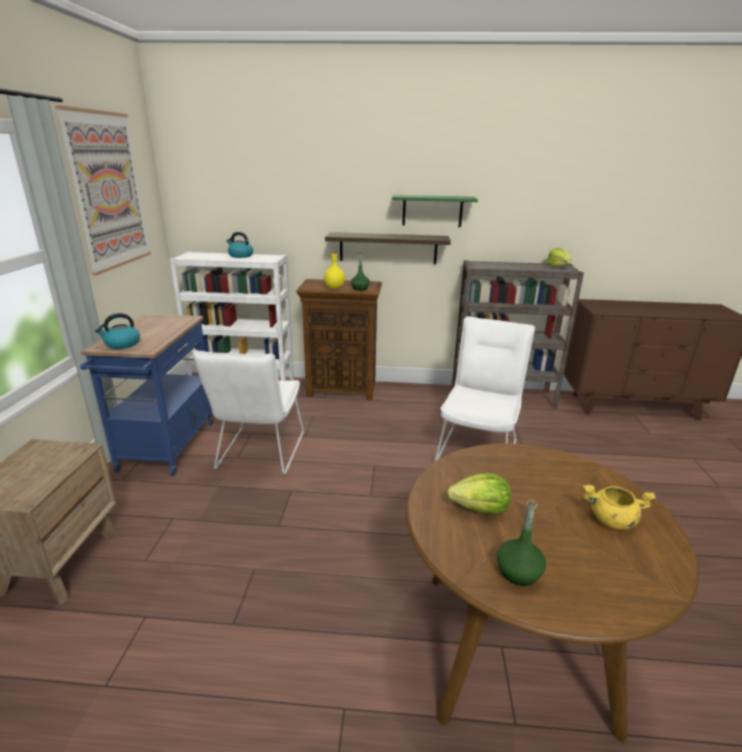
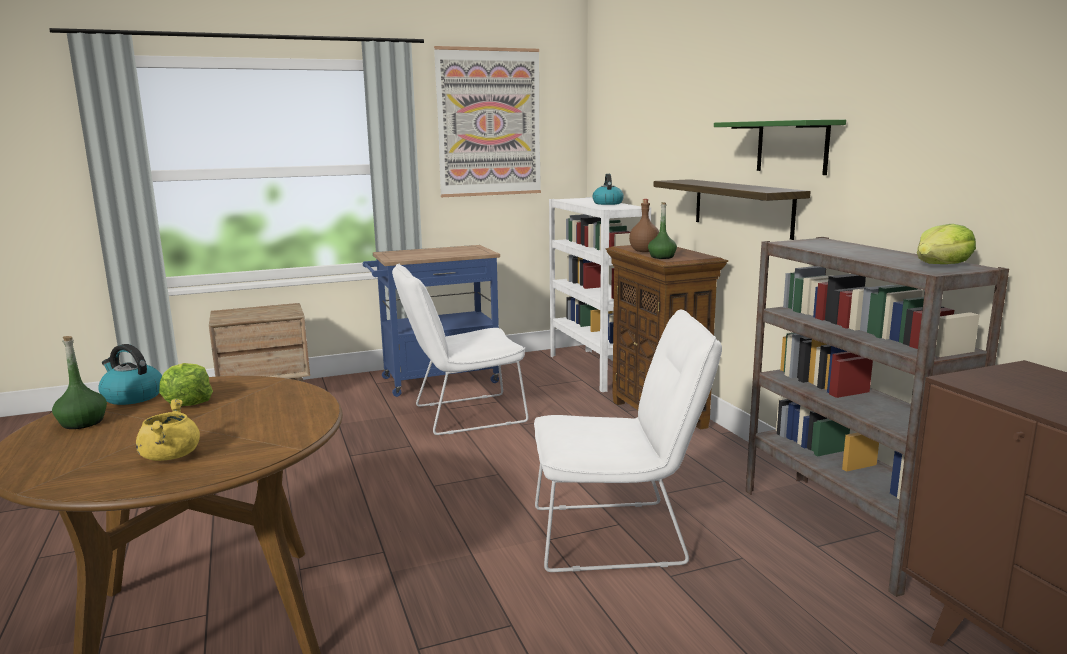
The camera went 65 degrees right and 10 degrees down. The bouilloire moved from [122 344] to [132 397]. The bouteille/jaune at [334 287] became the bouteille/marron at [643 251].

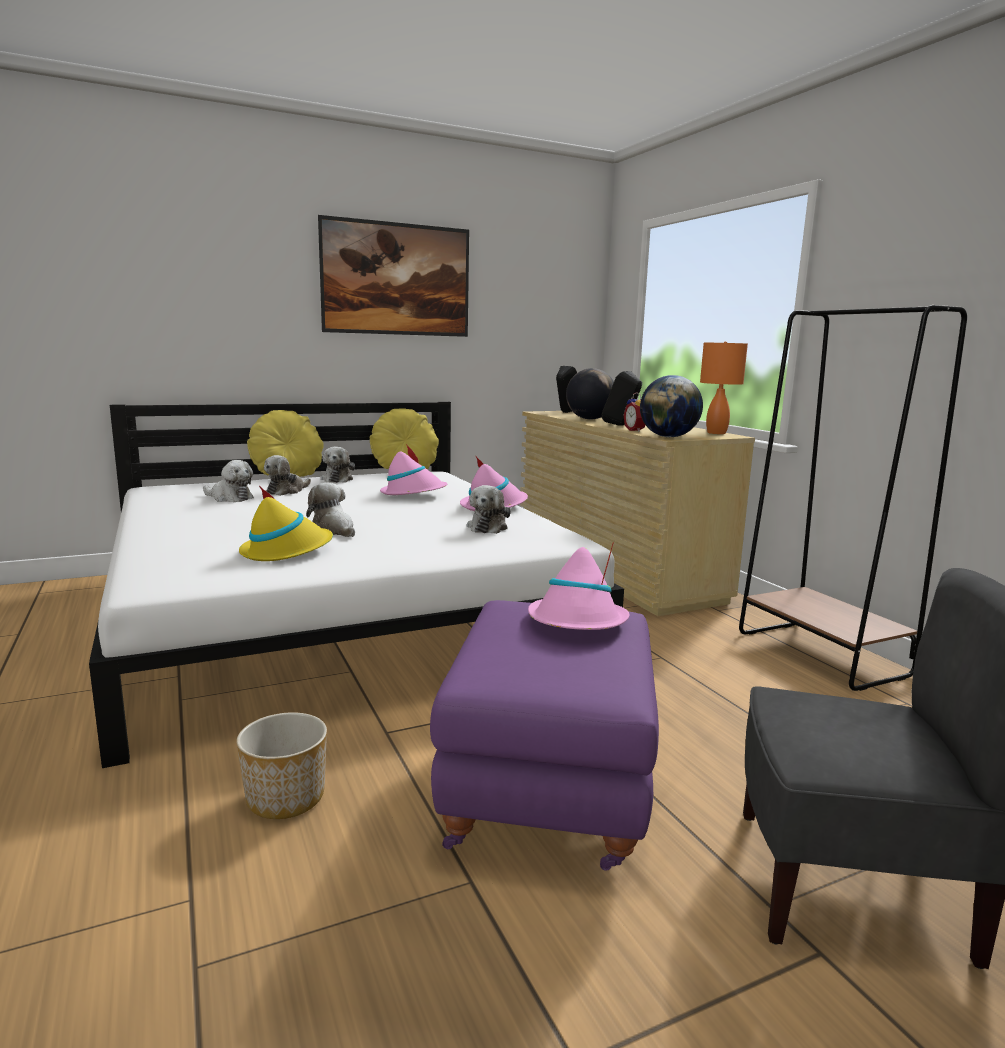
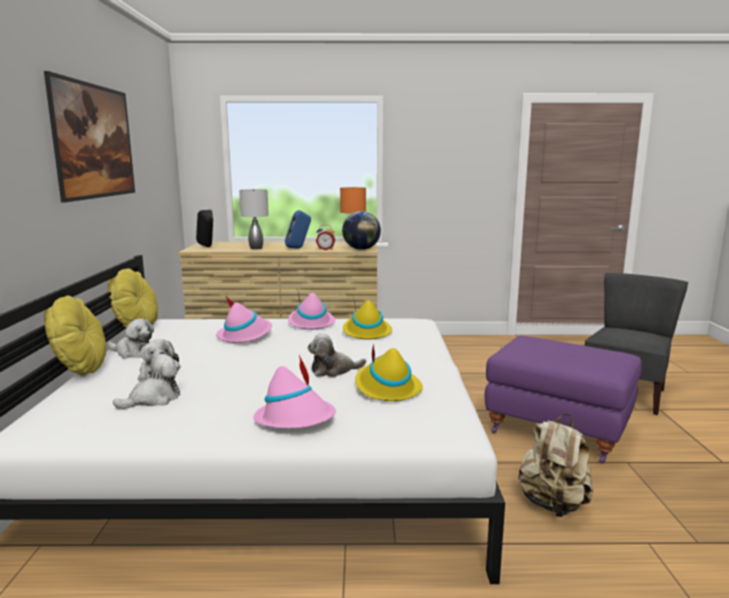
The camera went 65 degrees left and 0 degrees up. The cache-pot at [286 798] was replaced by the sac à dos/beige at [553 504]. The peluche at [488 527] was replaced by the chapeau/jaune at [366 332]. The chapeau/rose moved from [577 623] to [296 419]. The globe at [589 419] was replaced by the lampe de table/gris at [255 248]. The enceinte/noir at [621 425] became the enceinte/bleu at [298 248]. The portant at [821 655] disappeared.

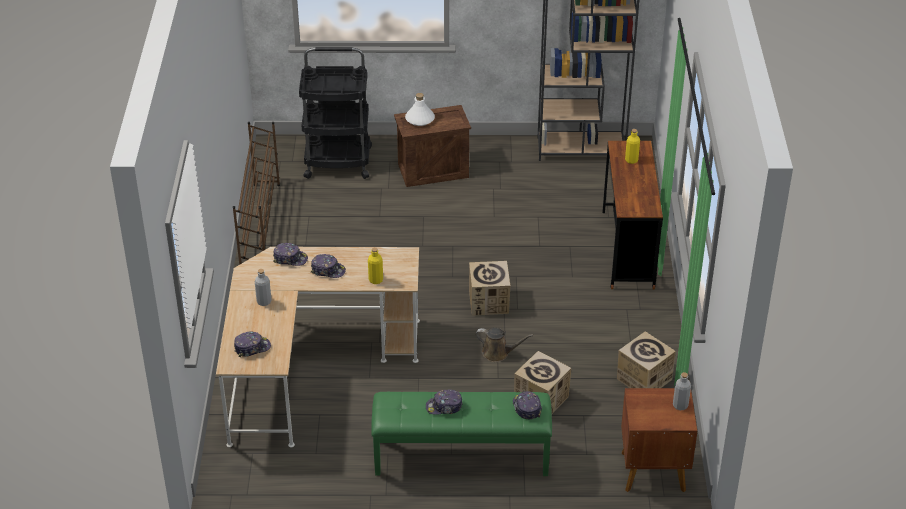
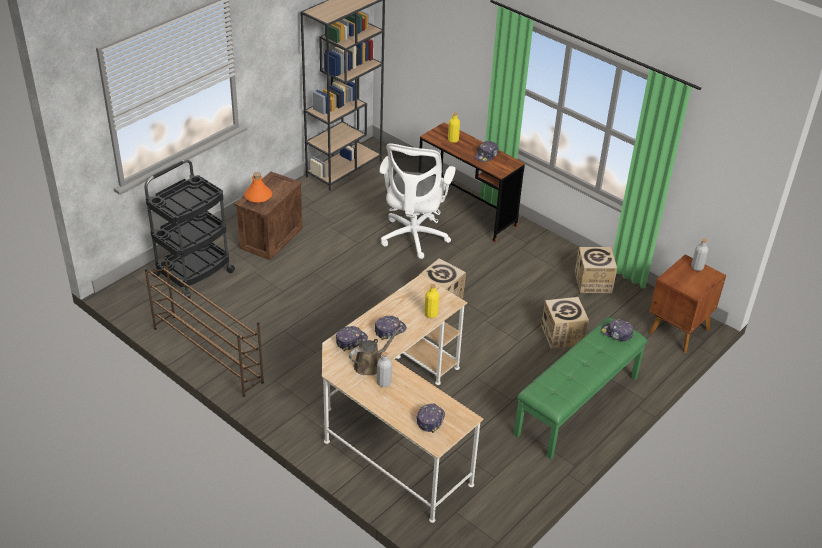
The camera went 50 degrees left and 0 degrees up. The bouteille/blanc at [420 119] became the bouteille/orange at [258 196]. The casquette moved from [444 407] to [486 155]. The arrosoir/marron moved from [498 353] to [370 364]. The chaise de bureau/blanc at [414 233] appeared.

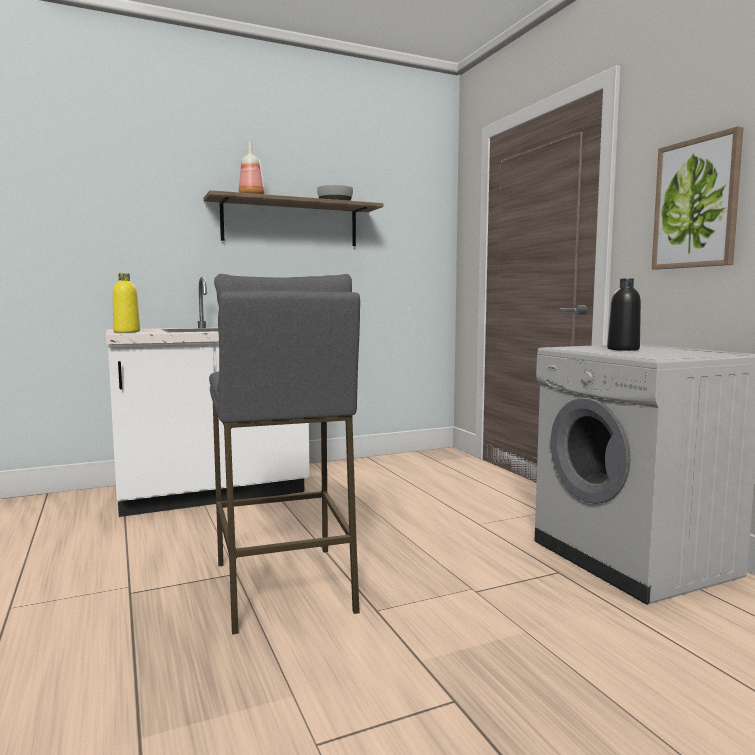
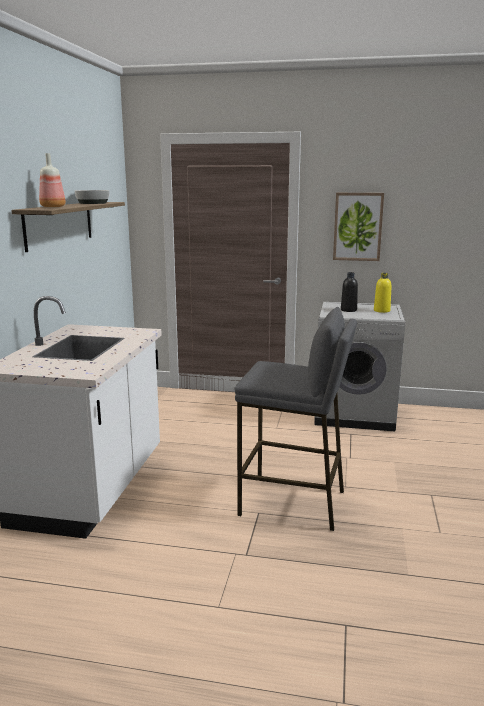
The camera went 55 degrees left and 10 degrees up. The bouteille/jaune moved from [127 331] to [381 311].

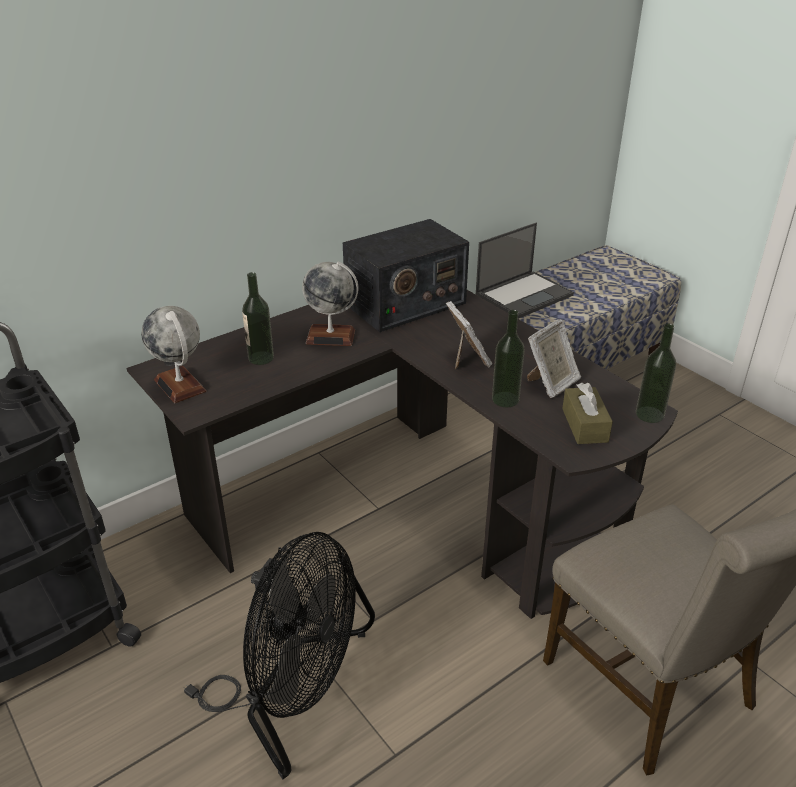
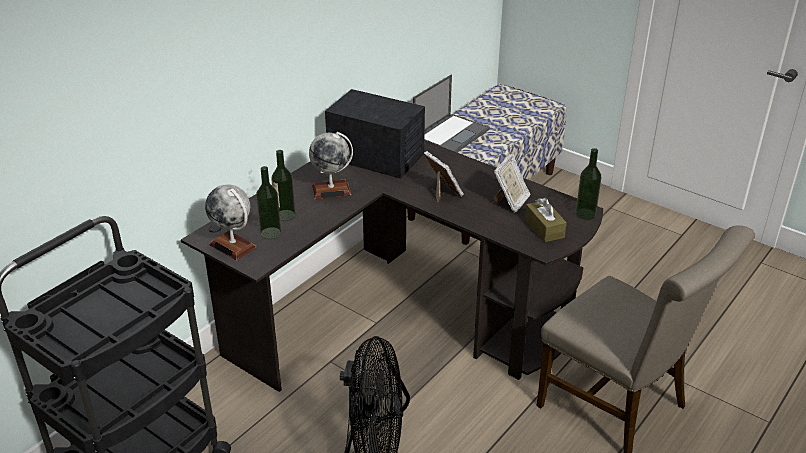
The camera went 15 degrees left and 0 degrees up. The radio at [405 304] turned 105 degrees counterclockwise. The bouteille moved from [505 399] to [270 233].

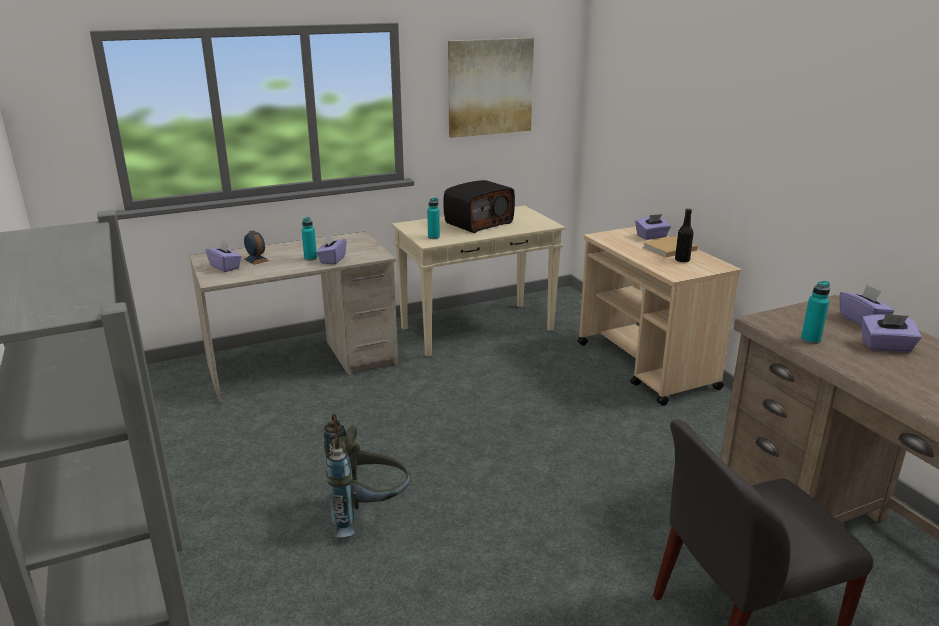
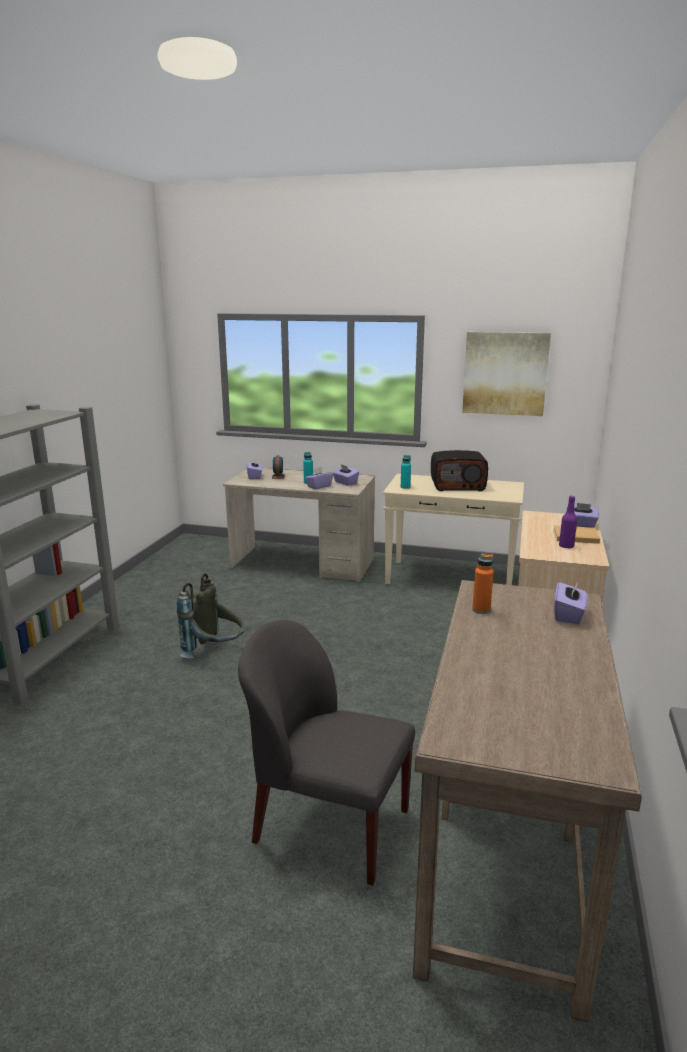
The camera went 40 degrees right and 5 degrees down. The bouteille/noir at [682 260] became the bouteille/violet at [566 546]. The bouteille/turquoise at [810 340] became the bouteille/orange at [481 610]. The boîte à mouchoirs/violet moved from [886 347] to [345 483].

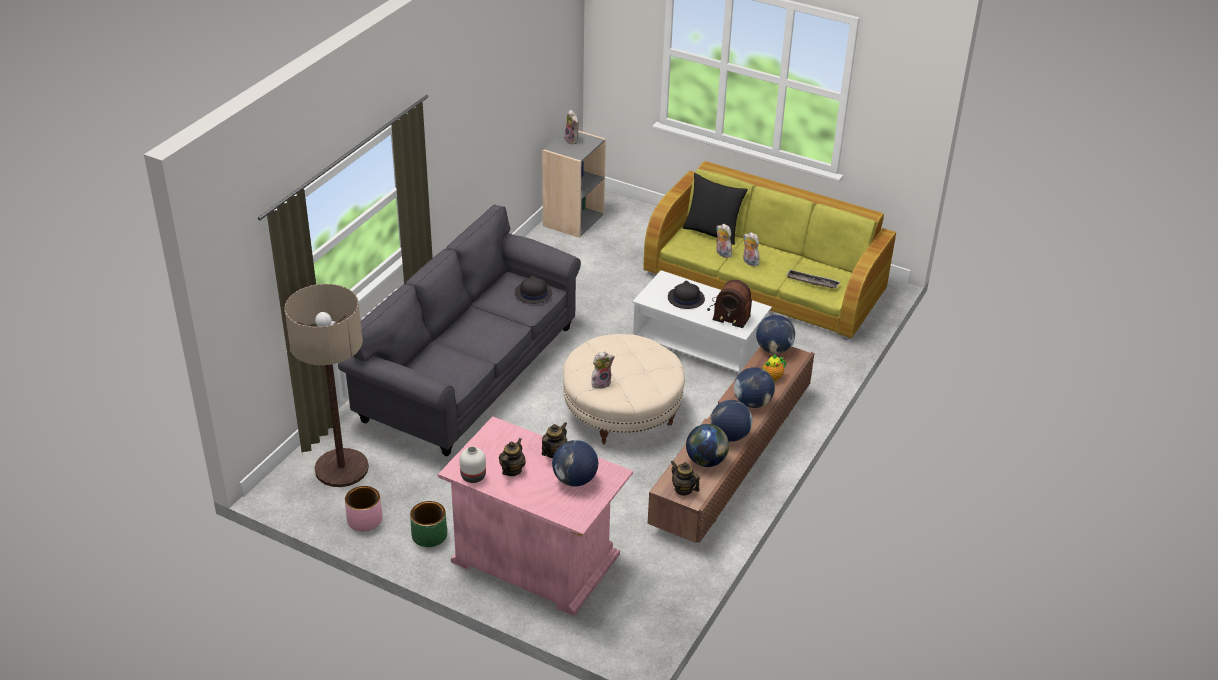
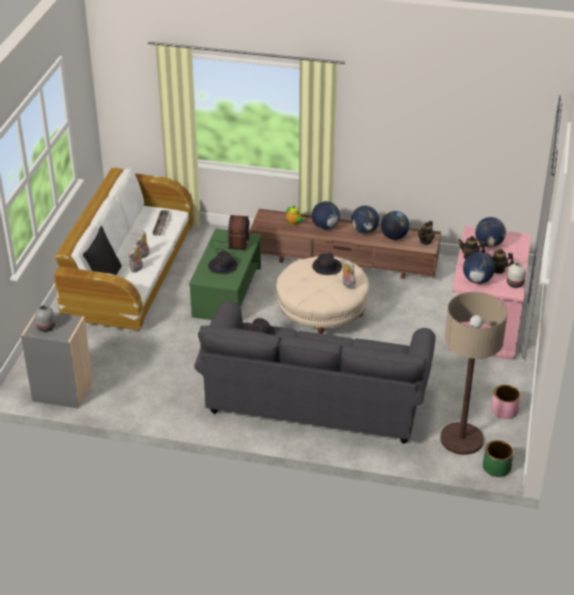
The camera went 105 degrees left and 0 degrees up. The cache-pot/vert moved from [429 535] to [496 467]. The peluche at [572 140] was replaced by the vase/gris at [46 328]. The table basse/blanc at [699 347] became the table basse/vert at [227 292]. The canapé/vert at [765 283] became the canapé/blanc at [130 272]. The globe moved from [774 349] to [477 280]. The chapeau/noir at [326 266] appeared.

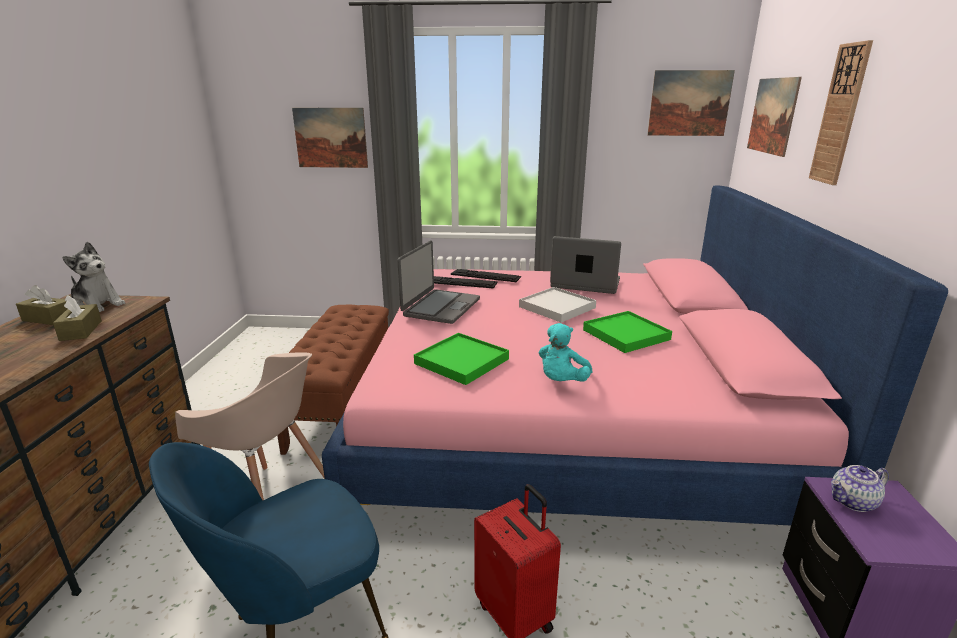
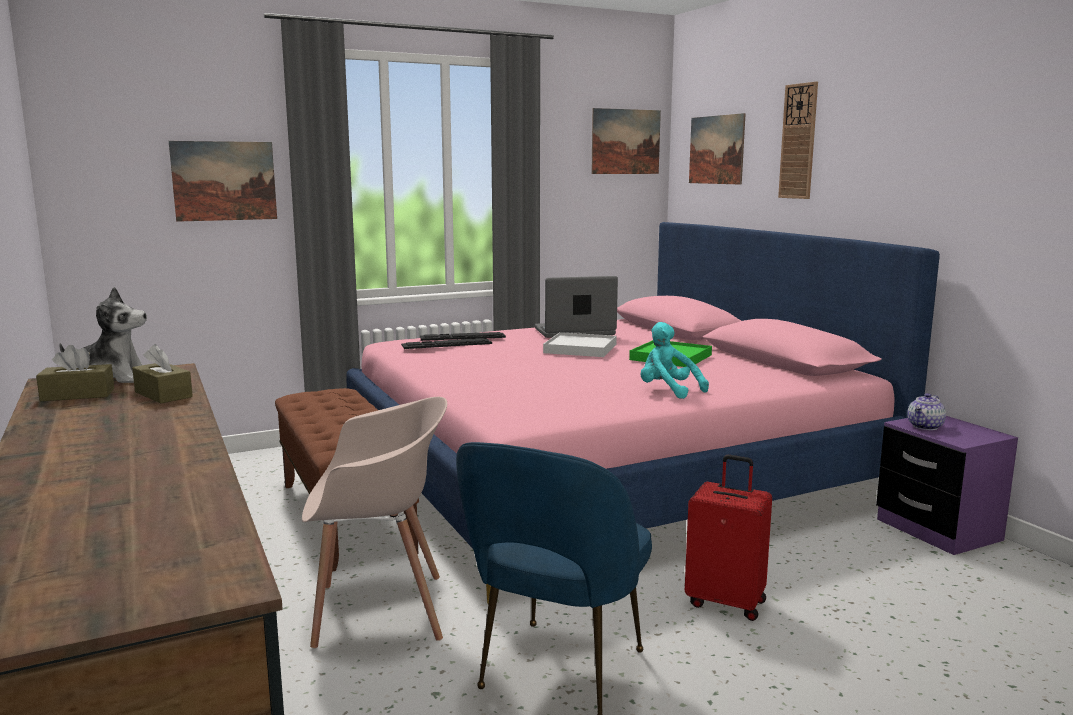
The camera went 30 degrees left and 10 degrees down. The ordinateur portable at [440 307] disappeared. The plateau/vert at [461 361] disappeared. The peluche/turquoise at [561 382] turned 135 degrees clockwise.

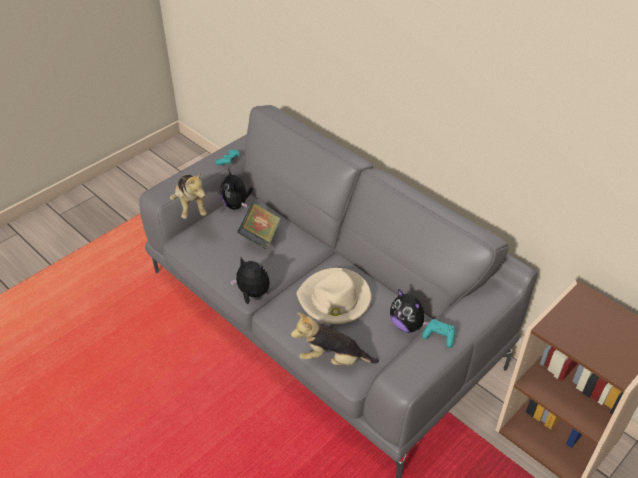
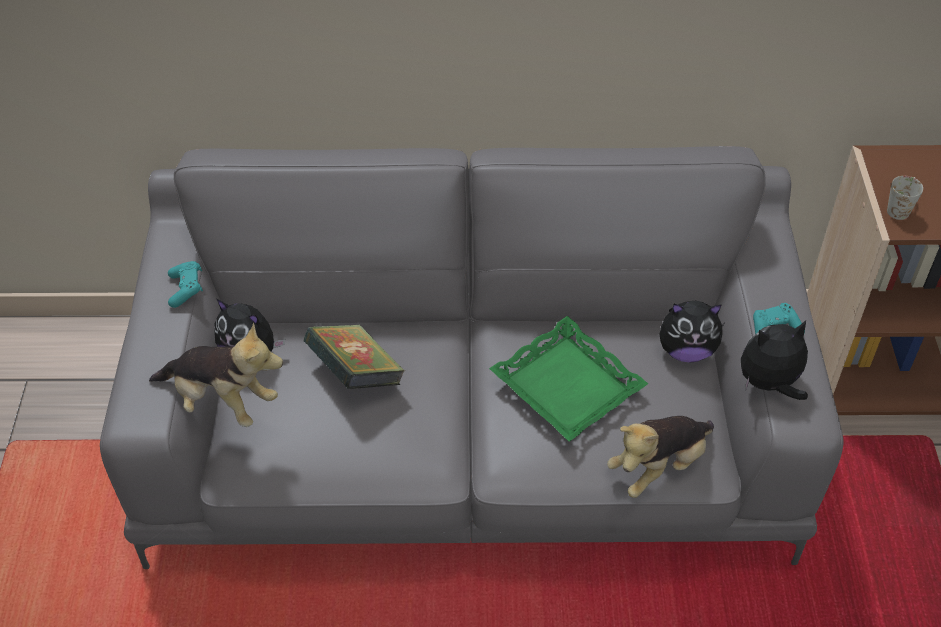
The camera went 45 degrees left and 5 degrees up. The peluche moved from [252 294] to [769 384]. The chapeau/beige at [335 299] was replaced by the plateau/vert at [568 385]. The mug/blanc at [900 207] appeared.

